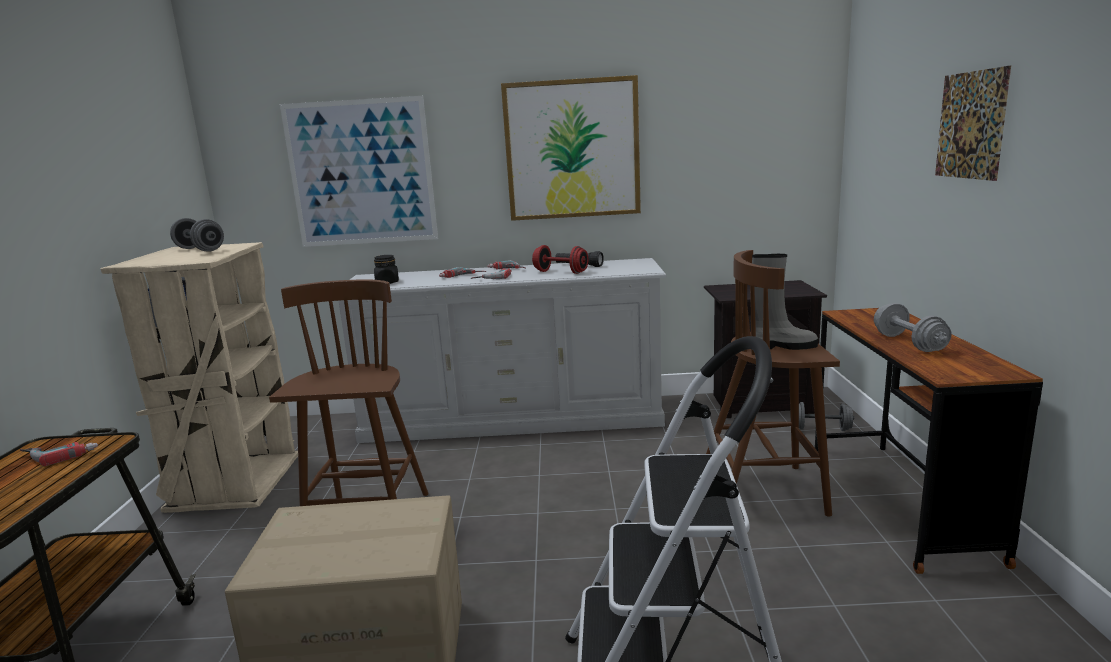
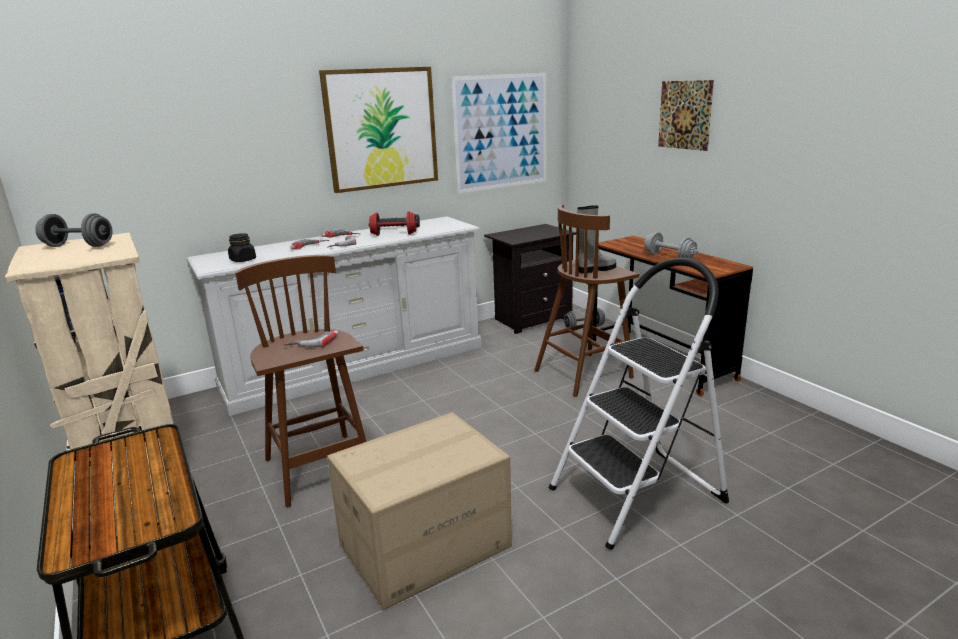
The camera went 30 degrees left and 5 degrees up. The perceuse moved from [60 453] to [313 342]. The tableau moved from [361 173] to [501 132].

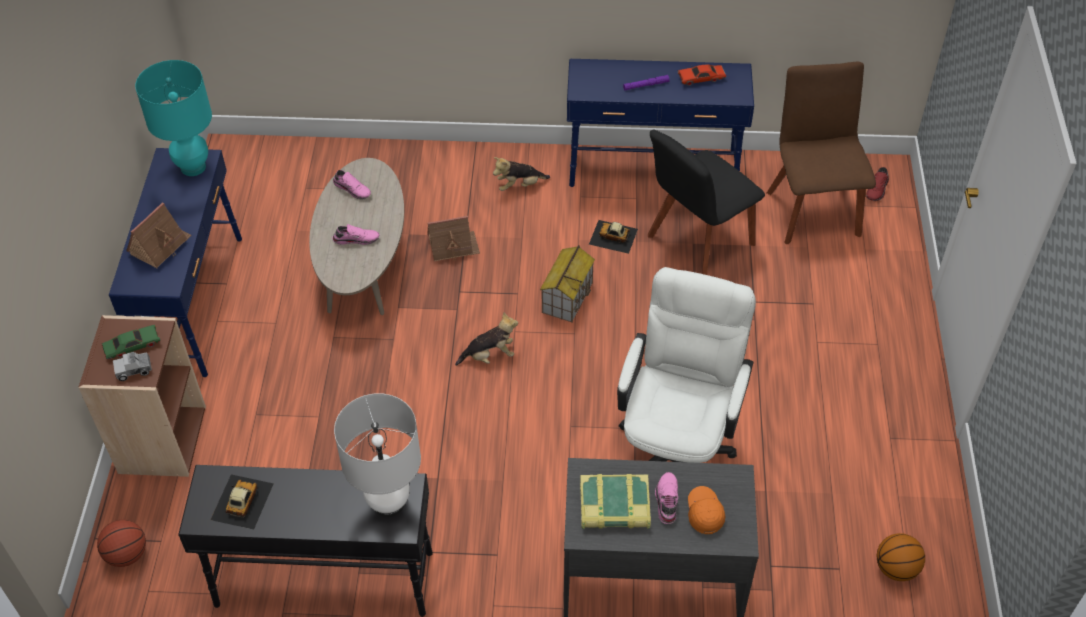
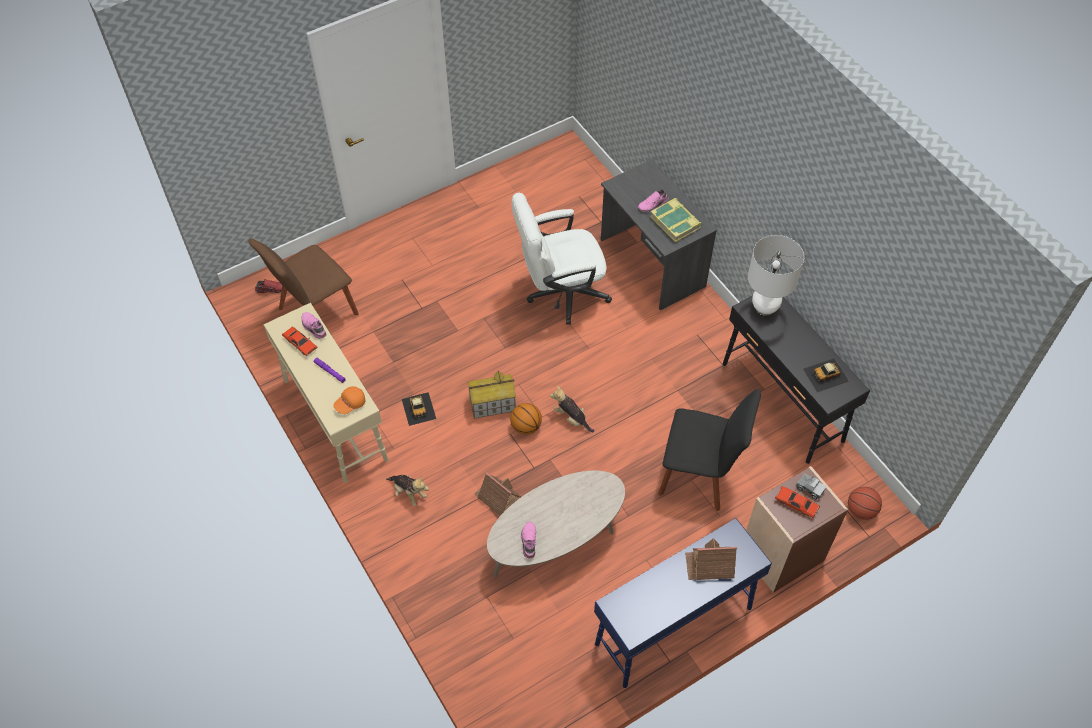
The camera went 125 degrees left and 5 degrees up. The petite voiture/vert at [132 346] became the petite voiture/rouge at [796 504]. The lampe de table/turquoise at [193 167] disappeared. The chaussure/rose moved from [356 239] to [313 328]. The table console/bleu at [653 170] became the table console/beige at [336 419]. The chaise/noir moved from [697 243] to [699 475]. The casquette/orange moved from [704 513] to [350 404]. The ballon de basket moved from [895 568] to [526 427].

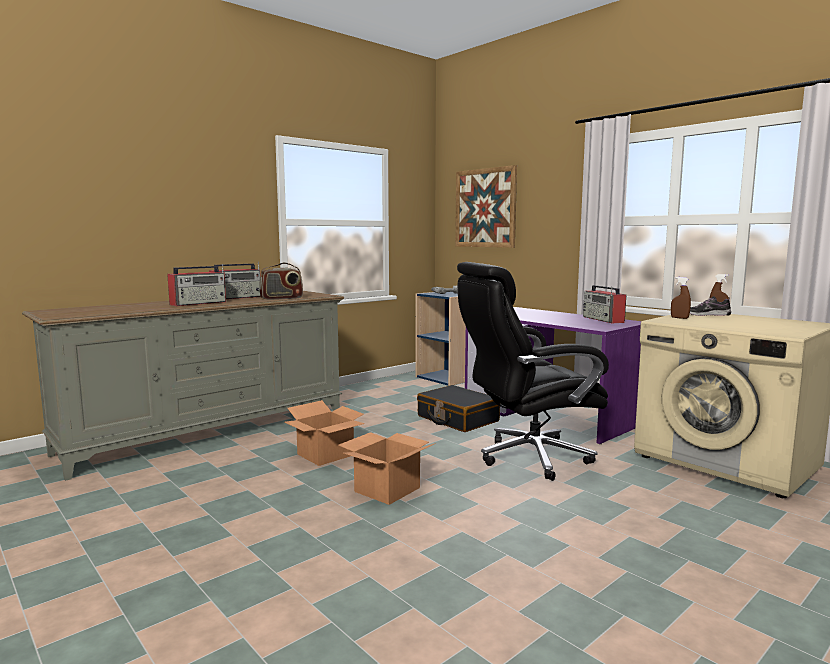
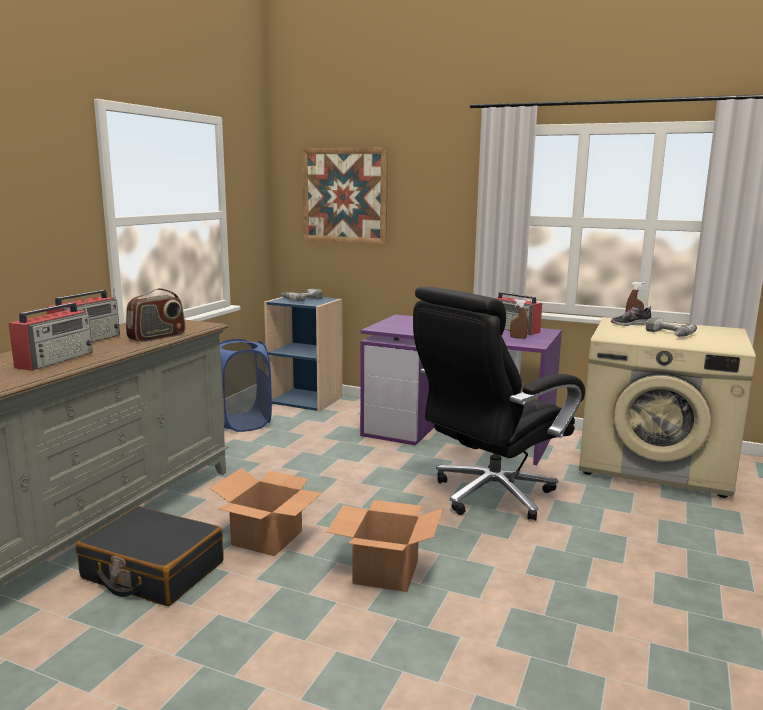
The camera went 25 degrees left and 5 degrees up. The valise/noir moved from [457 419] to [152 571]. The vaporisateur/marron moved from [679 318] to [518 338]. The panier à linge/bleu at [242 422] appeared. The perceuse at [667 334] appeared.

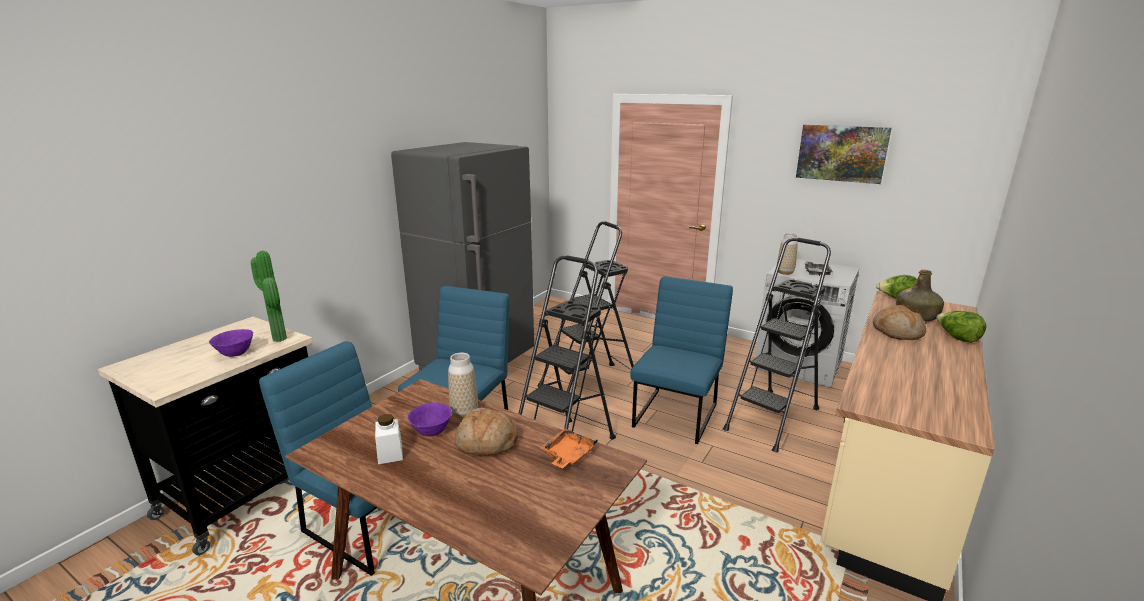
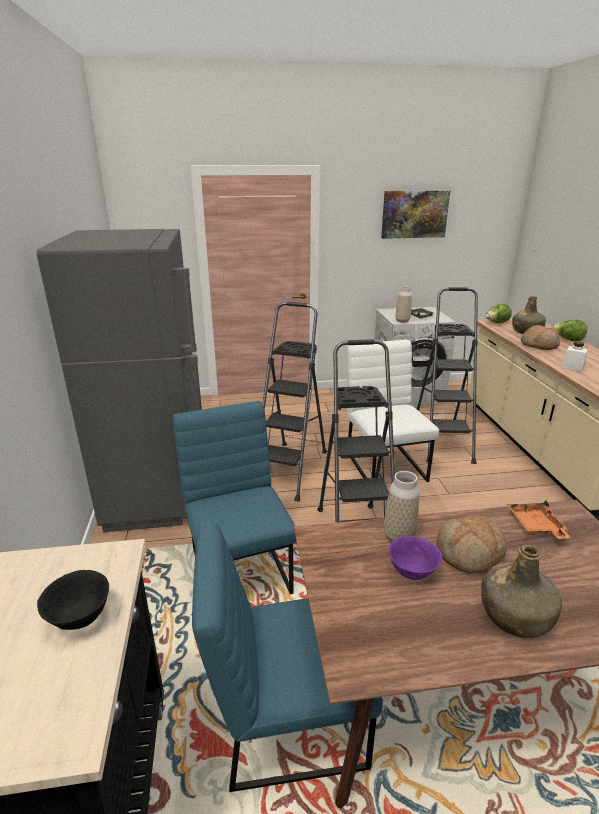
The camera went 40 degrees left and 5 degrees up. The bol/violet at [235 354] became the bol/noir at [80 619]. The plante en pot at [277 339] disappeared. The bocal/blanc moved from [390 453] to [572 367]. The chaise/bleu at [677 414] became the chaise/blanc at [385 464]. The bouteille/vert at [515 616] appeared.

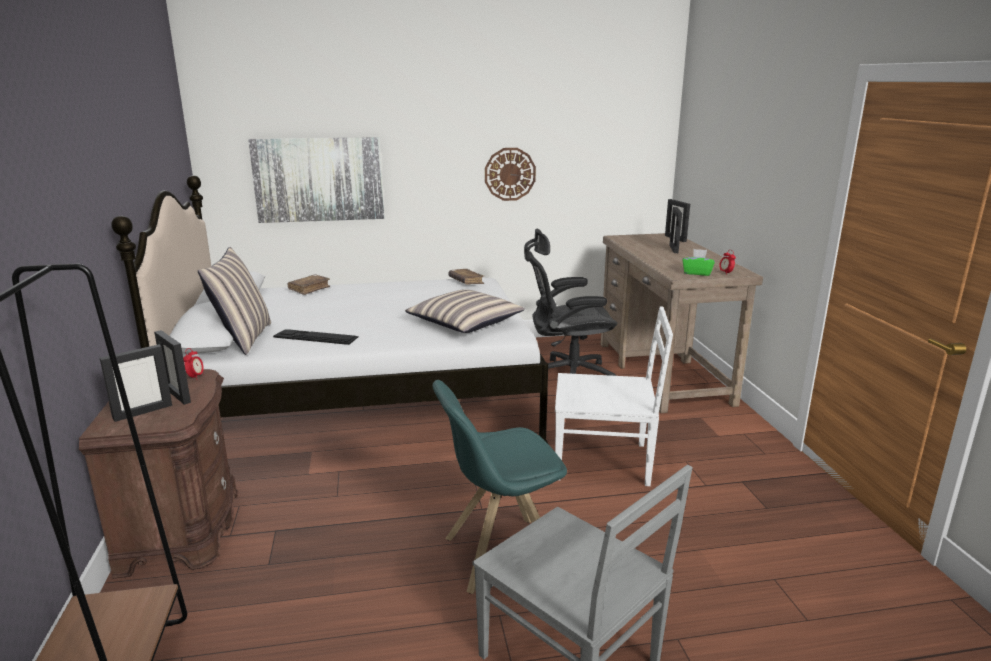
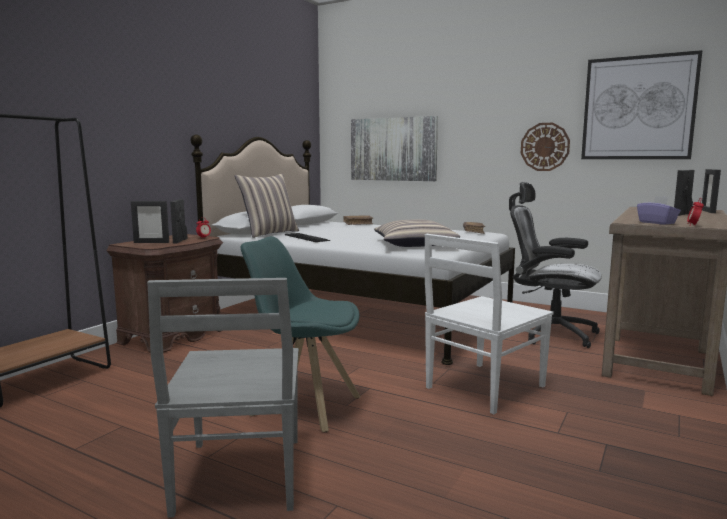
The camera went 40 degrees right and 10 degrees down. The chaise/blanc at [604 462] turned 90 degrees clockwise. The boîte à mouchoirs/vert at [697 273] became the boîte à mouchoirs/violet at [657 223]. The tableau at [638 108] appeared.

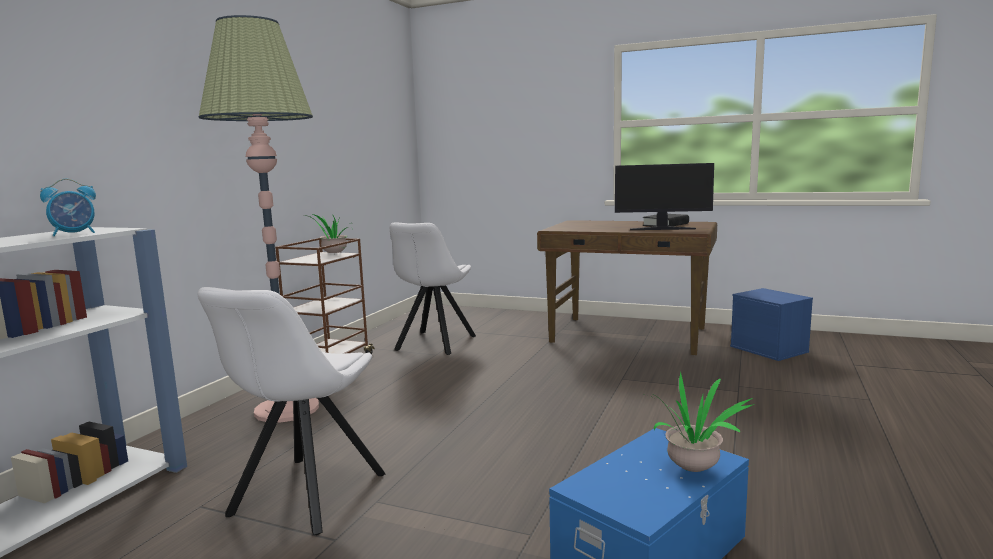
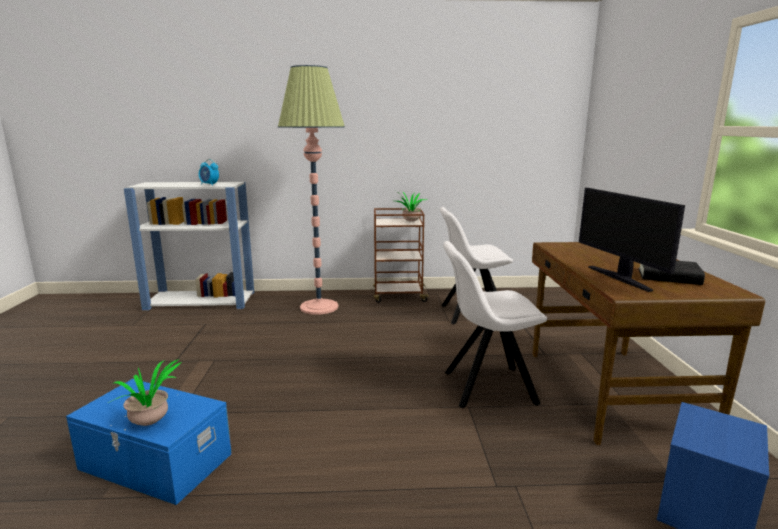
The camera went 65 degrees right and 5 degrees up. The chaise/blanc moved from [307 494] to [488 387].

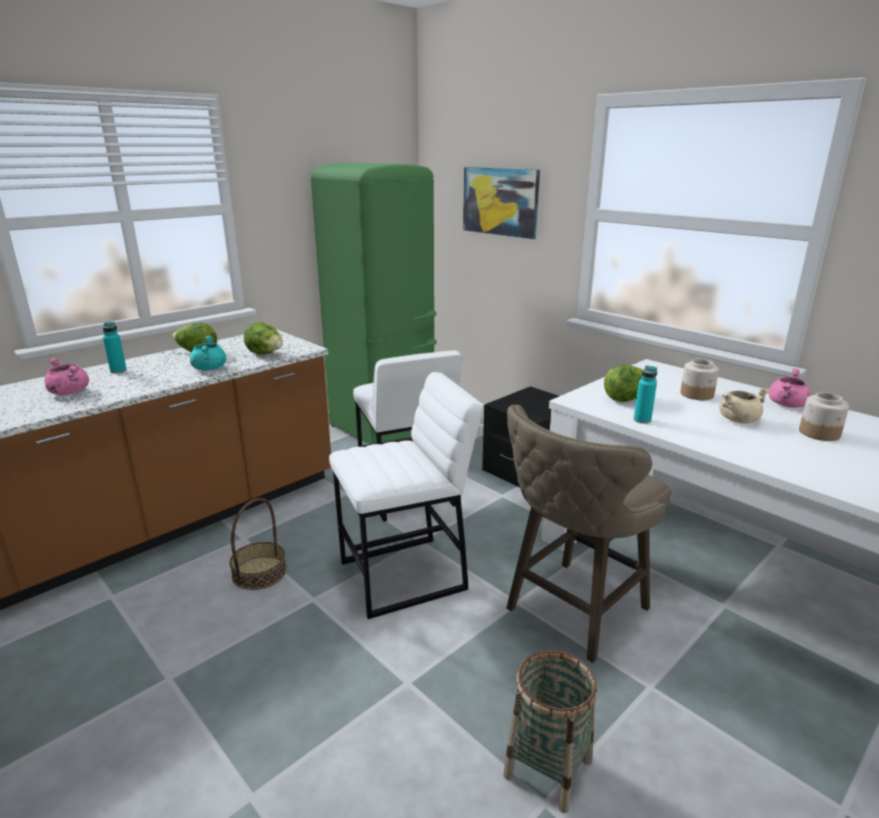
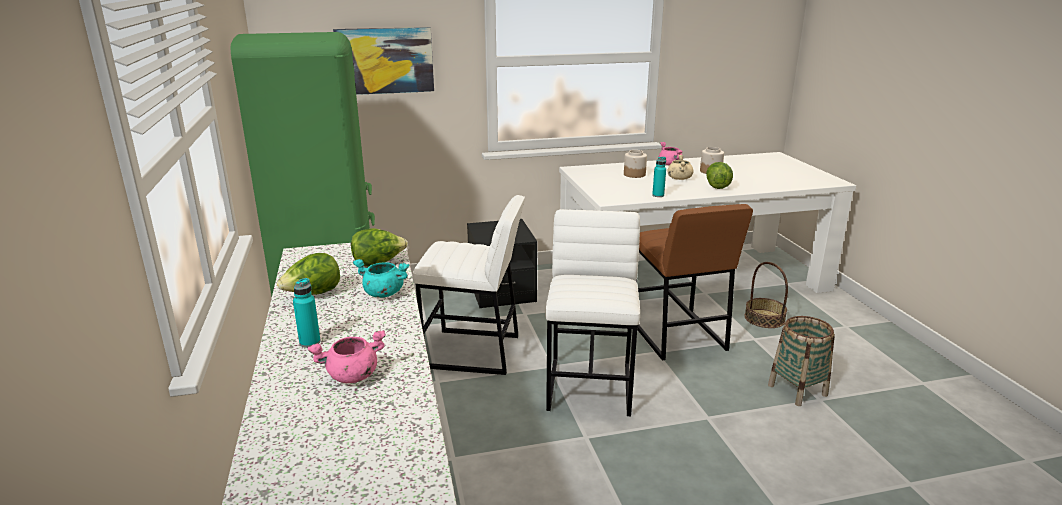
The camera went 60 degrees left and 0 degrees up. The panier moved from [259 572] to [764 318]. The tabouret/beige at [573 611] was replaced by the chaise/marron at [679 337]. The laitue moved from [627 399] to [717 186].

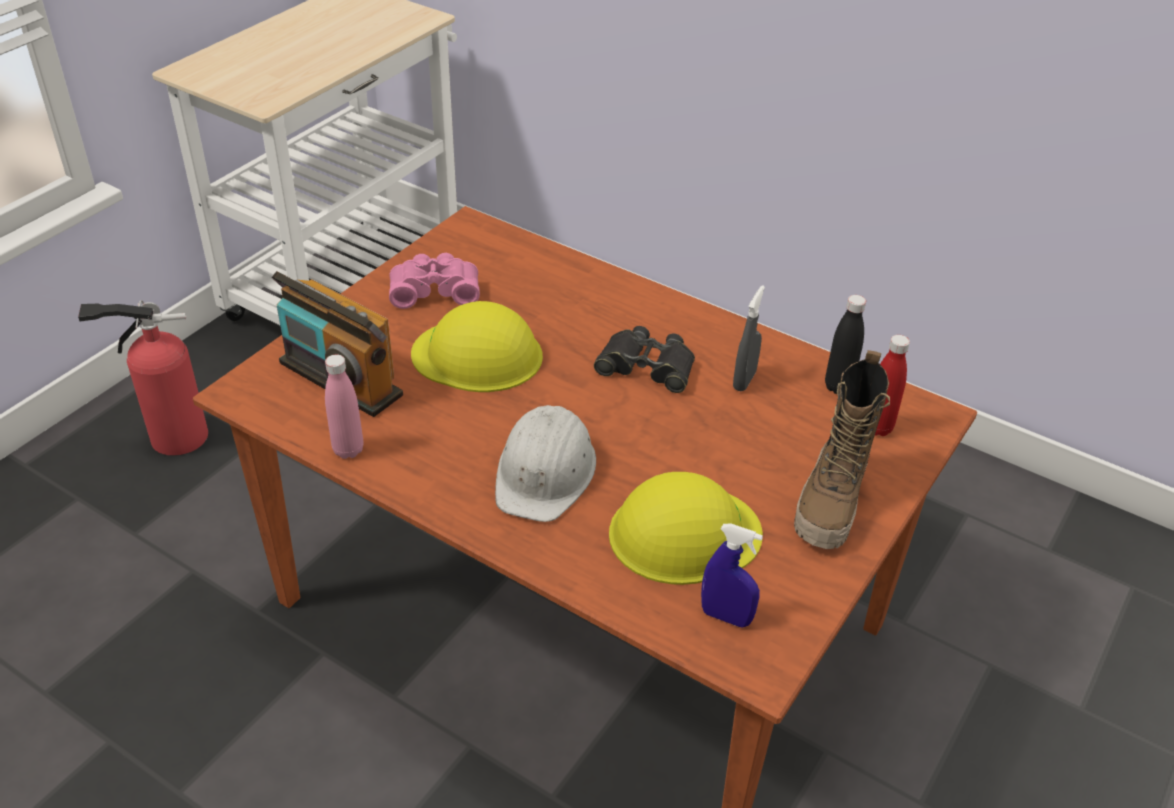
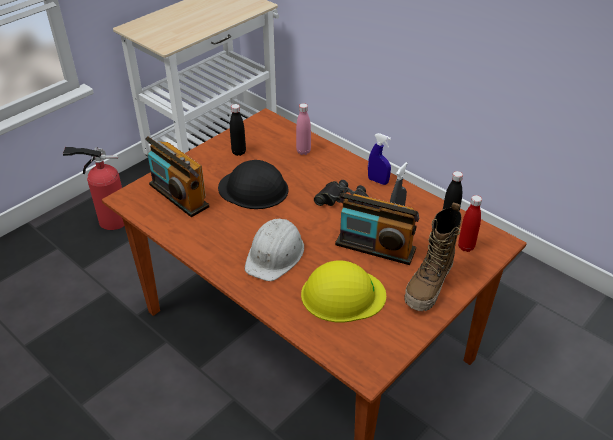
The camera went 10 degrees right and 0 degrees up. The bouteille/rose moved from [348 450] to [303 151]. The jumelles/rose at [435 290] was replaced by the bouteille/noir at [239 152]. The casque de chantier/jaune at [478 355] became the casque de chantier/noir at [253 189]. The vaporisateur/bleu moved from [726 617] to [378 181]. The radio at [375 247] appeared.

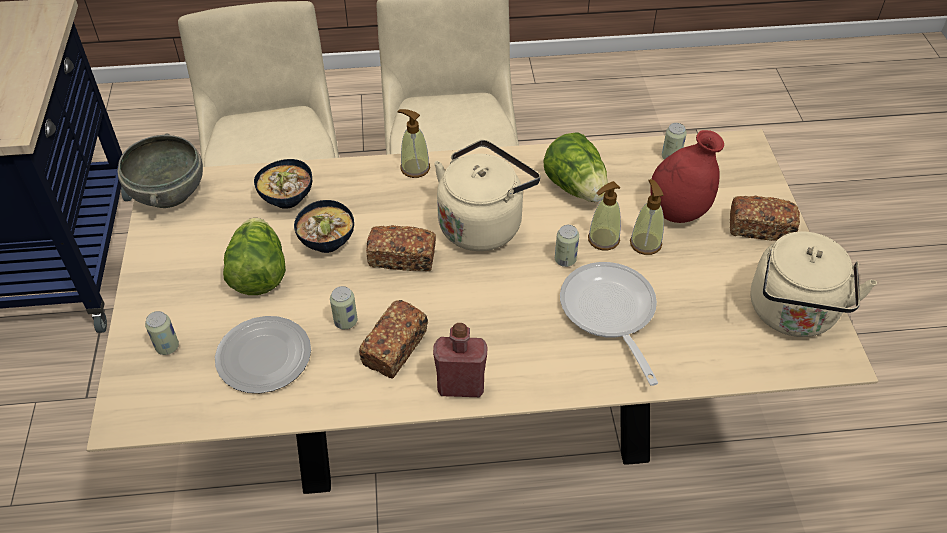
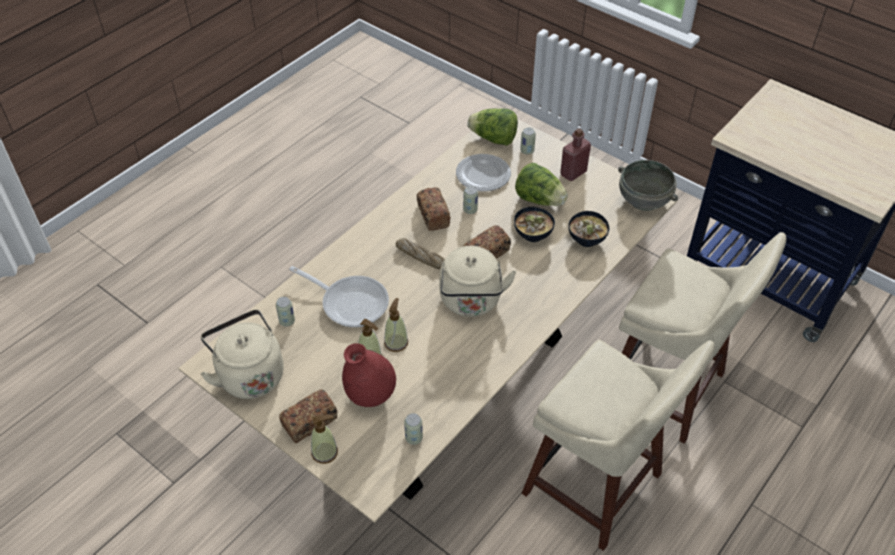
The camera went 135 degrees right and 0 degrees up. The distributeur de savon moved from [415 168] to [325 452]. The bouteille/rouge moved from [461 386] to [573 173]. The laitue moved from [576 188] to [493 139]. The boîte métallique moved from [565 260] to [287 321]. The pain at [421 257] appeared.

